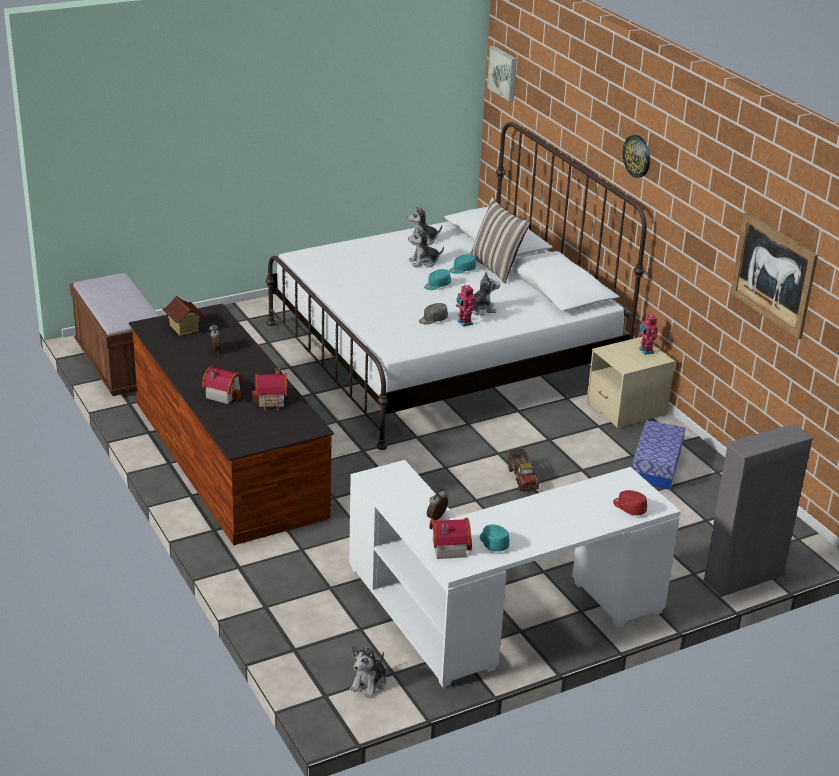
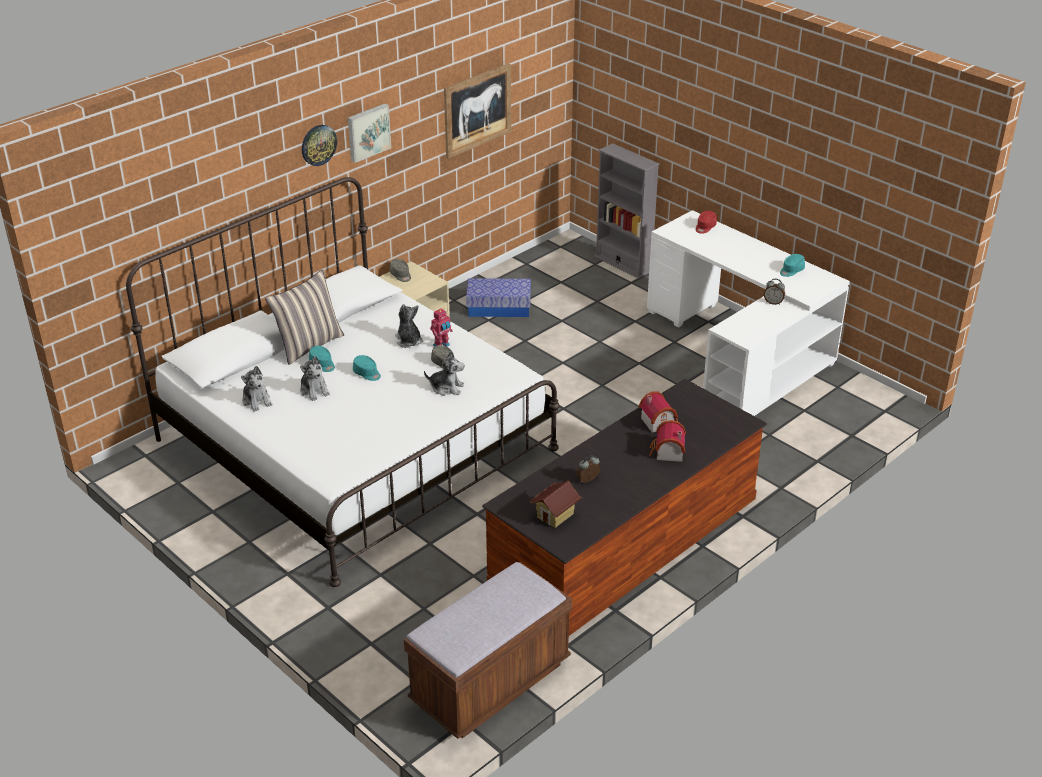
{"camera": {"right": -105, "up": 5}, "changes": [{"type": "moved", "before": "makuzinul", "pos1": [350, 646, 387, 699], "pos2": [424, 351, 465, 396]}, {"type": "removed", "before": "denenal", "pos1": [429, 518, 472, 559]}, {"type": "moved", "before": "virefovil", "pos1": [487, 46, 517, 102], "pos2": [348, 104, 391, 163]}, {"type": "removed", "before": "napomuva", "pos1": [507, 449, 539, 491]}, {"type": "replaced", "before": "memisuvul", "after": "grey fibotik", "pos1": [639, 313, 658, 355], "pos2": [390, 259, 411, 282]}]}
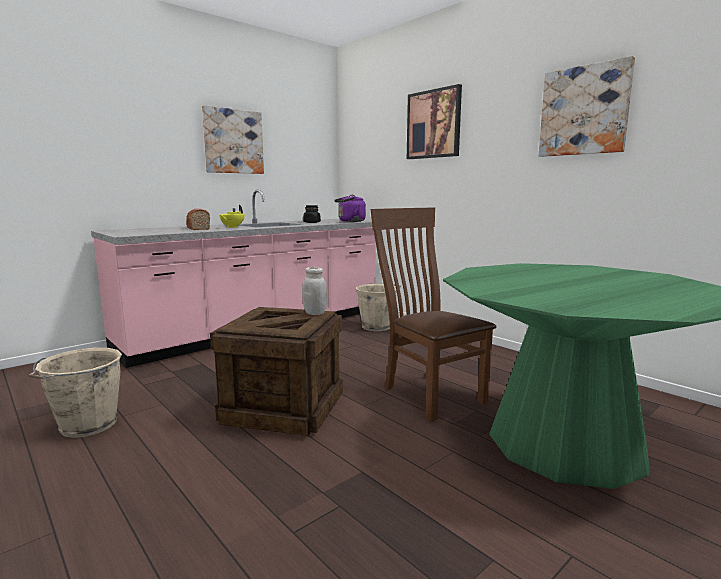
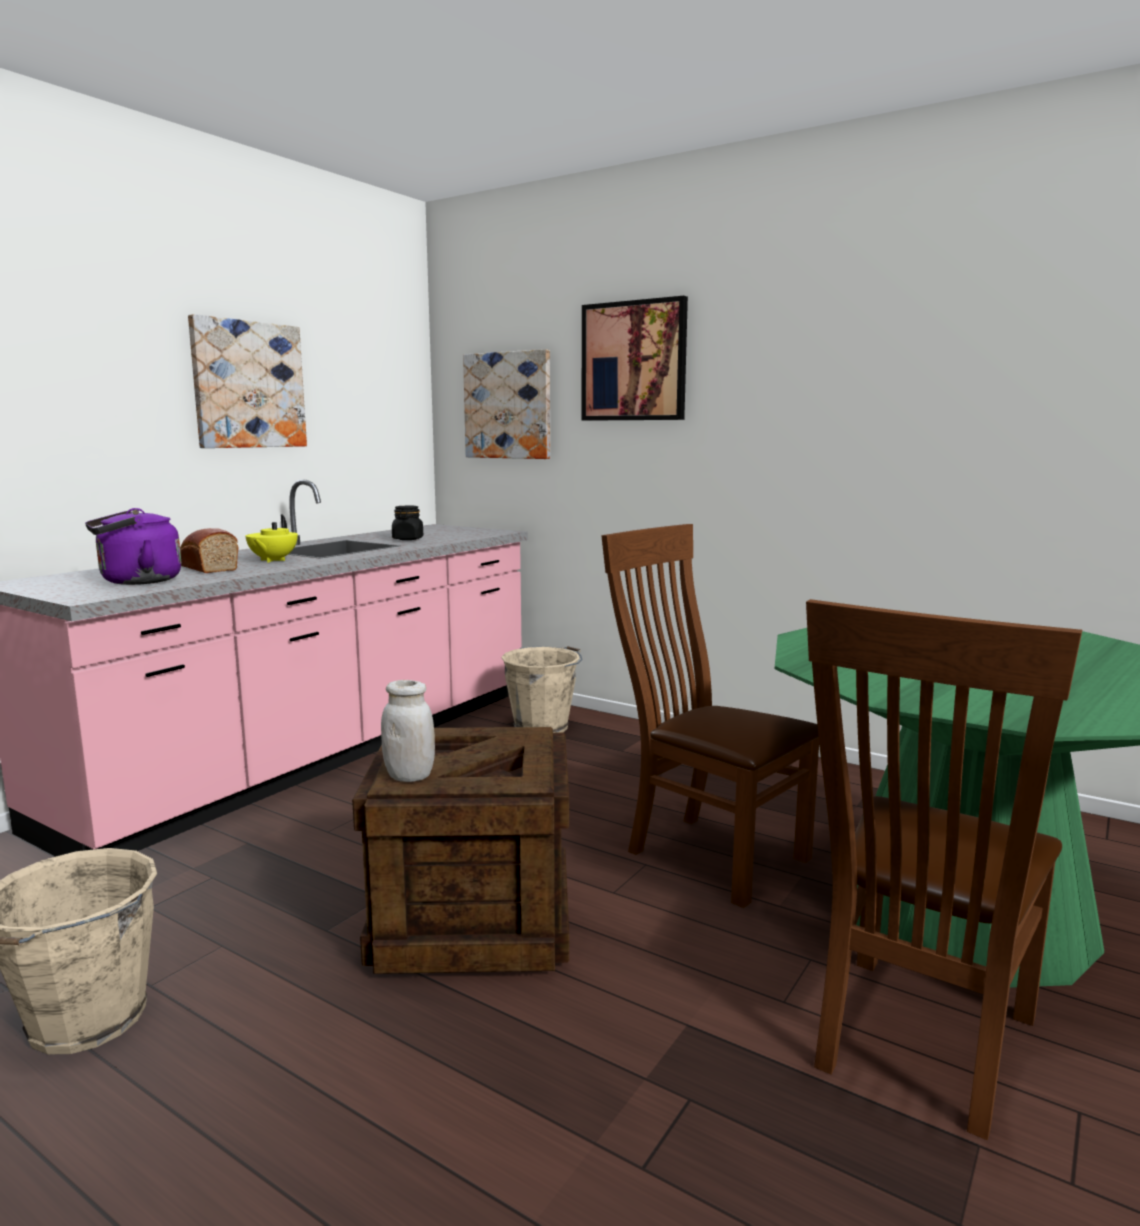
{"camera": {"right": -15, "up": 0}, "changes": [{"type": "moved", "before": "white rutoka", "pos1": [302, 267, 327, 315], "pos2": [381, 680, 435, 782]}, {"type": "moved", "before": "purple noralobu", "pos1": [335, 195, 366, 222], "pos2": [85, 508, 181, 585]}, {"type": "moved", "before": "virefovil", "pos1": [539, 56, 635, 157], "pos2": [463, 349, 550, 459]}, {"type": "added", "after": "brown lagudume", "pos2": [806, 599, 1082, 1140]}]}
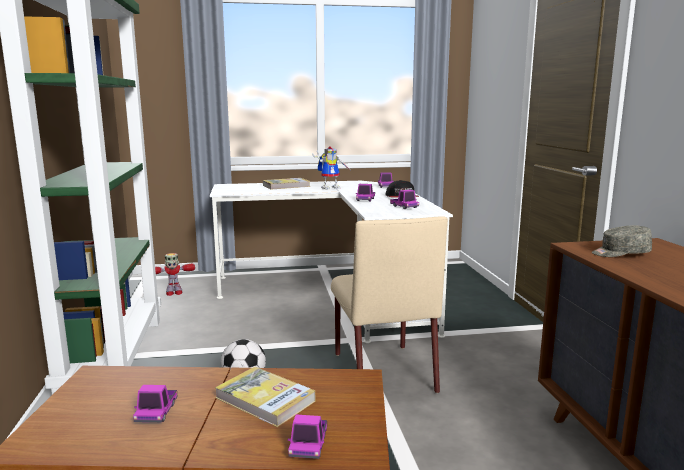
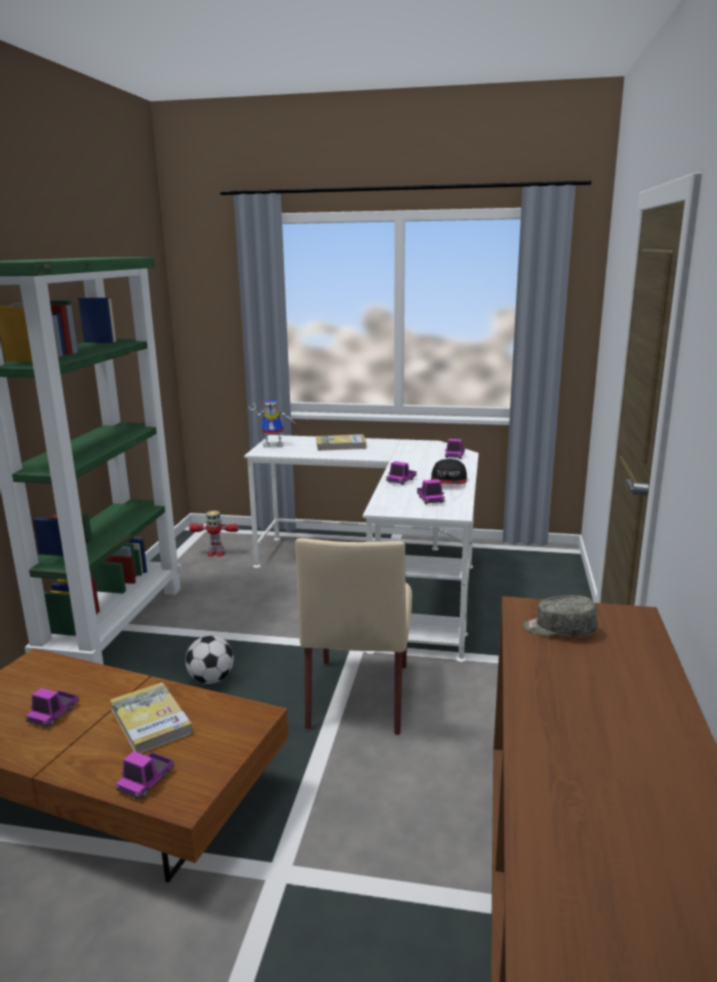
{"camera": {"right": 20, "up": 5}, "changes": [{"type": "moved", "before": "memisuvul", "pos1": [312, 146, 350, 190], "pos2": [248, 398, 298, 447]}]}
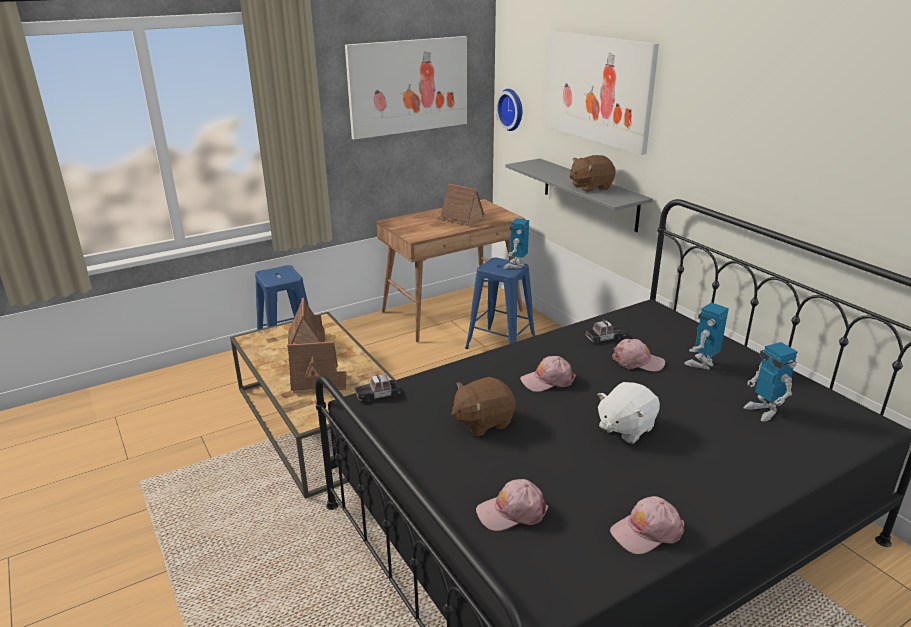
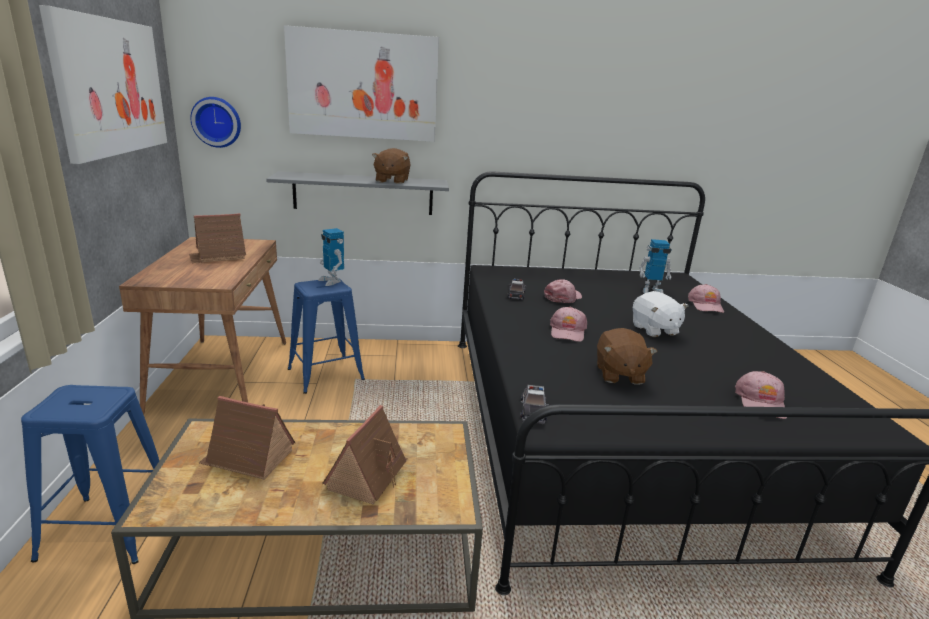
{"camera": {"right": -65, "up": -5}, "changes": [{"type": "moved", "before": "pink fibotik", "pos1": [610, 496, 684, 554], "pos2": [688, 284, 724, 313]}, {"type": "removed", "before": "memisuvul", "pos1": [684, 302, 729, 369]}]}
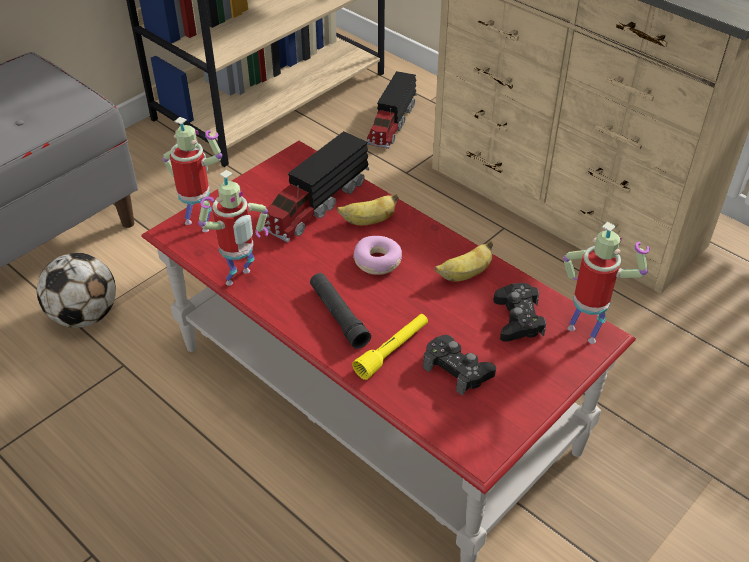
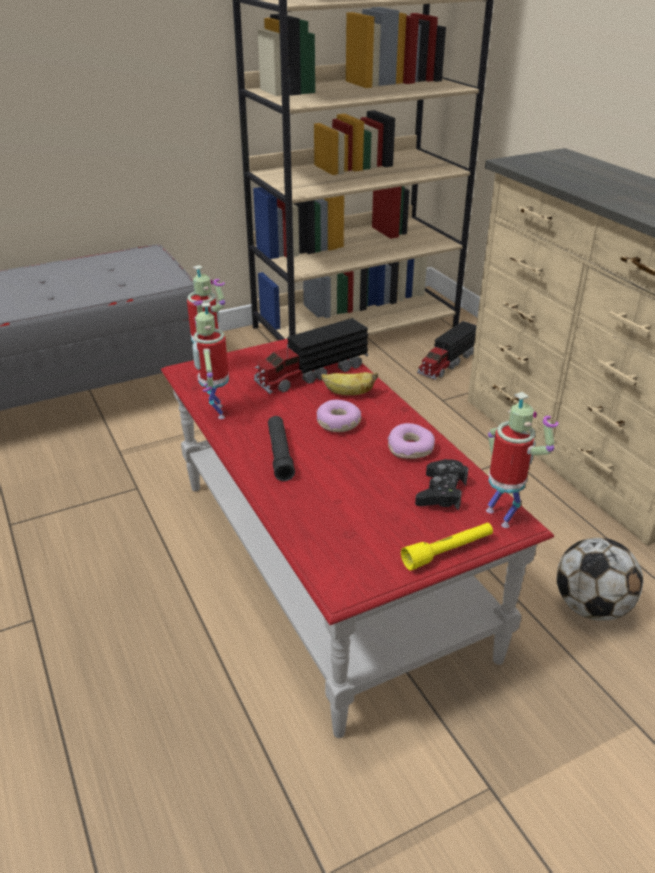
{"camera": {"right": 20, "up": -10}, "changes": [{"type": "moved", "before": "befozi", "pos1": [37, 253, 116, 328], "pos2": [557, 538, 643, 620]}, {"type": "turned", "before": "memisuvul", "pos1": [198, 170, 268, 286], "pos2": [191, 300, 229, 419], "turn": 105}, {"type": "moved", "before": "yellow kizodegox", "pos1": [352, 314, 428, 380], "pos2": [401, 523, 493, 571]}, {"type": "removed", "before": "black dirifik", "pos1": [423, 335, 496, 396]}, {"type": "replaced", "before": "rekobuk", "after": "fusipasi", "pos1": [435, 241, 493, 281], "pos2": [387, 423, 435, 459]}]}
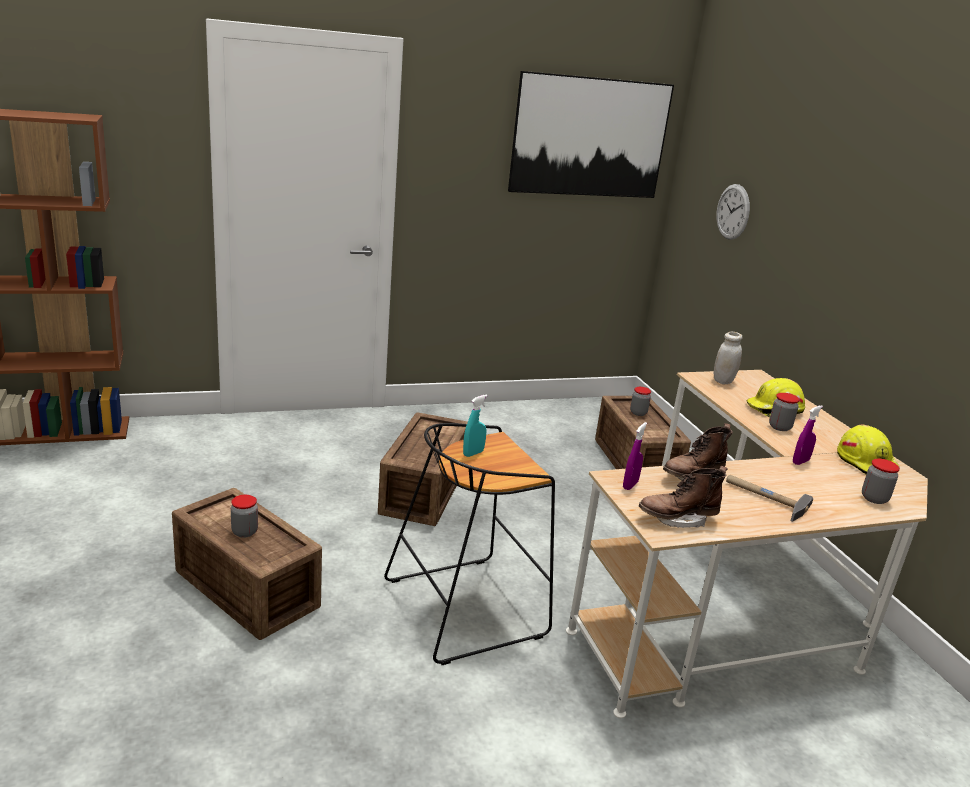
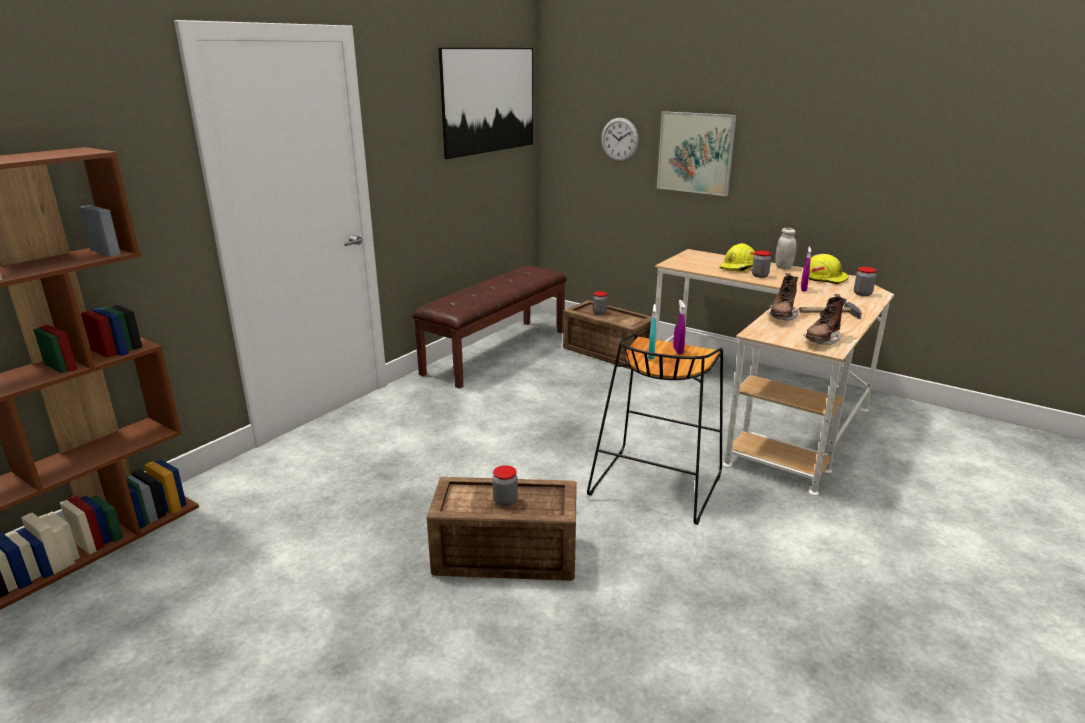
{"camera": {"right": -35, "up": 0}, "changes": [{"type": "removed", "before": "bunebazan", "pos1": [378, 412, 468, 526]}, {"type": "moved", "before": "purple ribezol", "pos1": [623, 422, 647, 490], "pos2": [673, 300, 685, 354]}, {"type": "moved", "before": "white rutoka", "pos1": [714, 332, 742, 384], "pos2": [775, 228, 797, 269]}, {"type": "added", "after": "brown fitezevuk", "pos2": [412, 266, 567, 389]}, {"type": "added", "after": "virefovil", "pos2": [657, 111, 736, 196]}]}
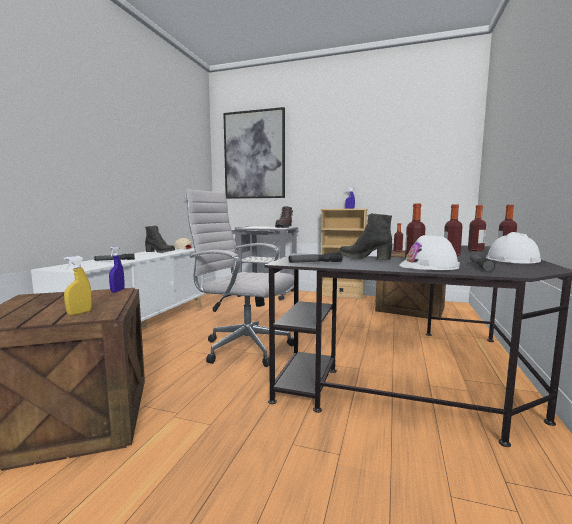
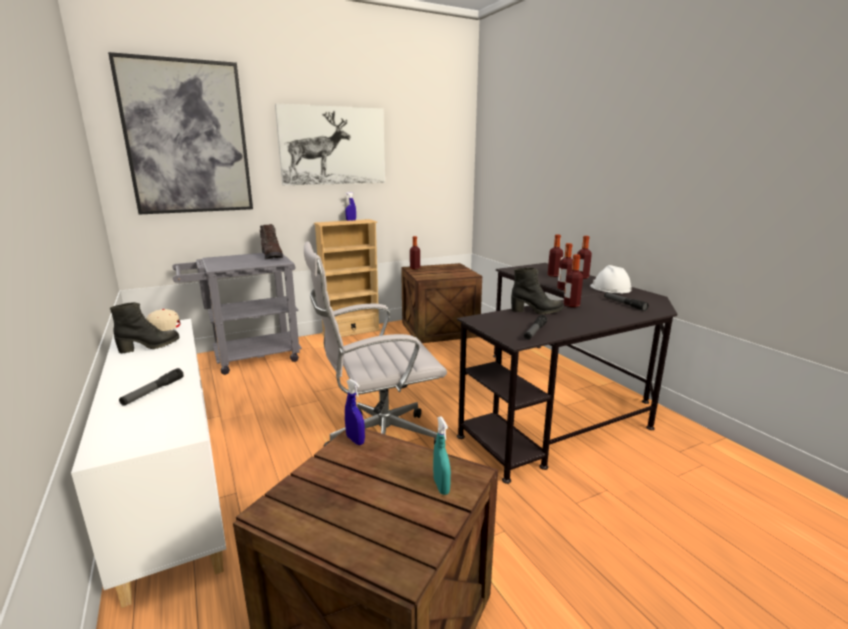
{"camera": {"right": -45, "up": 10}, "changes": [{"type": "recoloured", "before": "yellow ribezol", "after": "turquoise ribezol", "pos1": [64, 256, 92, 315], "pos2": [433, 416, 451, 495]}, {"type": "turned", "before": "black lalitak", "pos1": [339, 213, 392, 260], "pos2": [511, 268, 563, 315], "turn": -150}, {"type": "removed", "before": "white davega", "pos1": [399, 235, 460, 270]}, {"type": "added", "after": "virefovil", "pos2": [275, 104, 385, 185]}]}
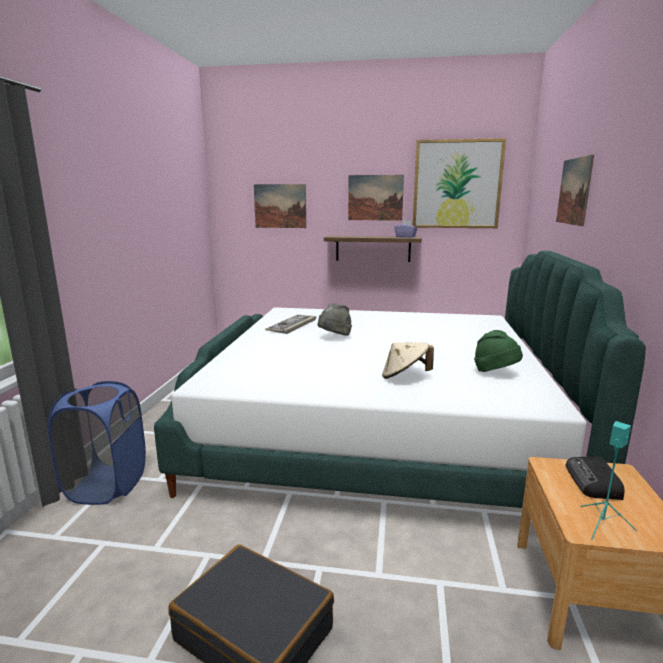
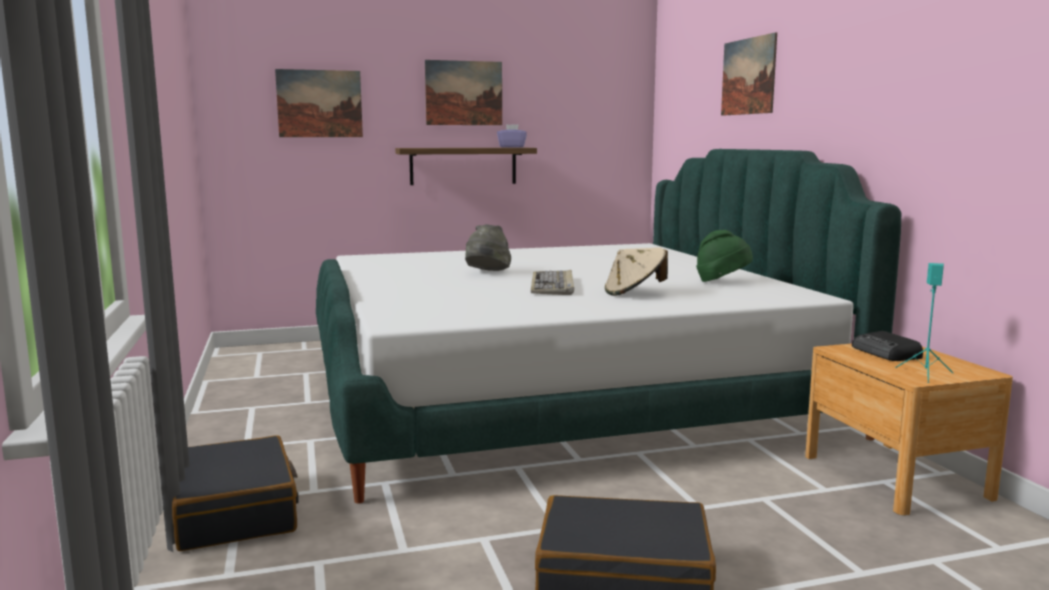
{"camera": {"right": -25, "up": -5}, "changes": [{"type": "replaced", "before": "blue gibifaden", "after": "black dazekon", "pos1": [48, 381, 146, 505], "pos2": [172, 435, 298, 551]}, {"type": "moved", "before": "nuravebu", "pos1": [265, 315, 316, 334], "pos2": [531, 270, 574, 295]}, {"type": "removed", "before": "virefovil", "pos1": [413, 138, 506, 228]}]}
